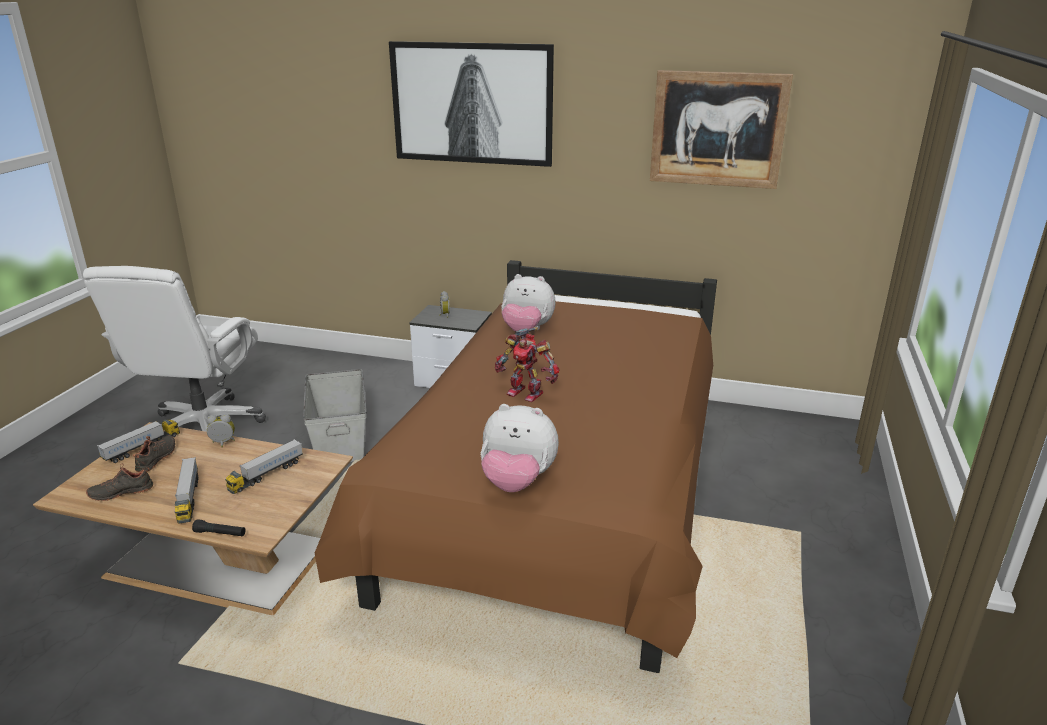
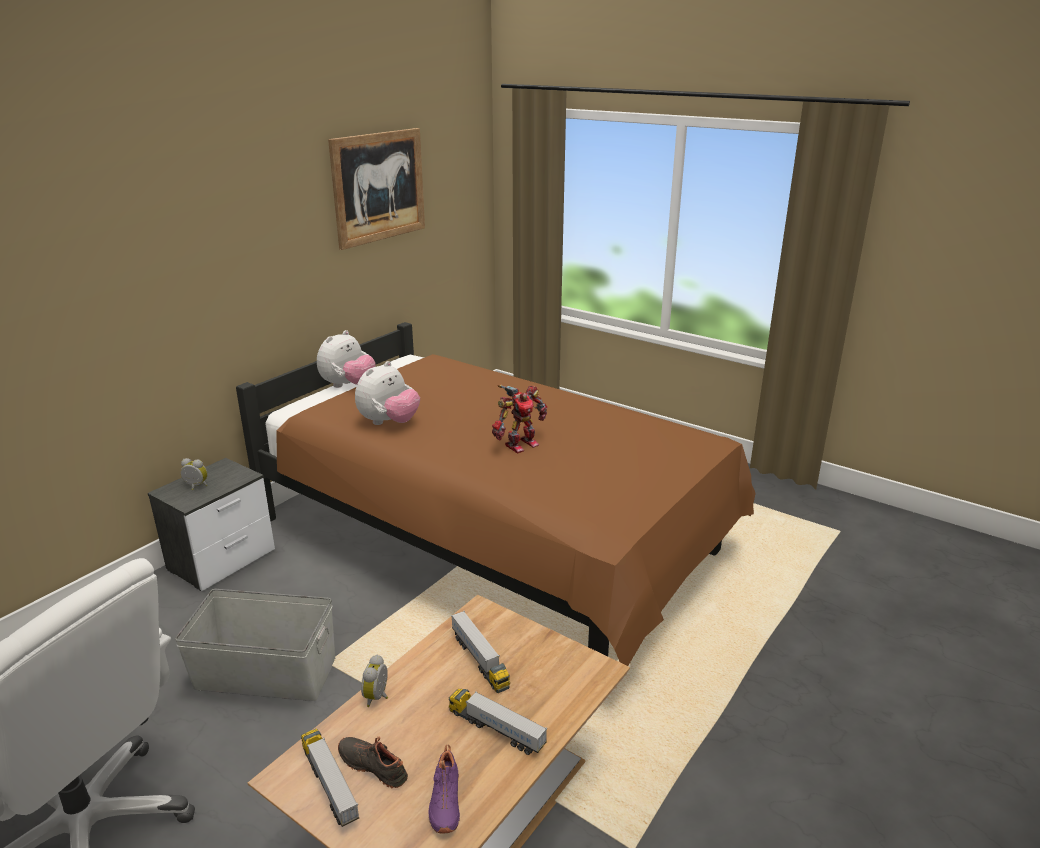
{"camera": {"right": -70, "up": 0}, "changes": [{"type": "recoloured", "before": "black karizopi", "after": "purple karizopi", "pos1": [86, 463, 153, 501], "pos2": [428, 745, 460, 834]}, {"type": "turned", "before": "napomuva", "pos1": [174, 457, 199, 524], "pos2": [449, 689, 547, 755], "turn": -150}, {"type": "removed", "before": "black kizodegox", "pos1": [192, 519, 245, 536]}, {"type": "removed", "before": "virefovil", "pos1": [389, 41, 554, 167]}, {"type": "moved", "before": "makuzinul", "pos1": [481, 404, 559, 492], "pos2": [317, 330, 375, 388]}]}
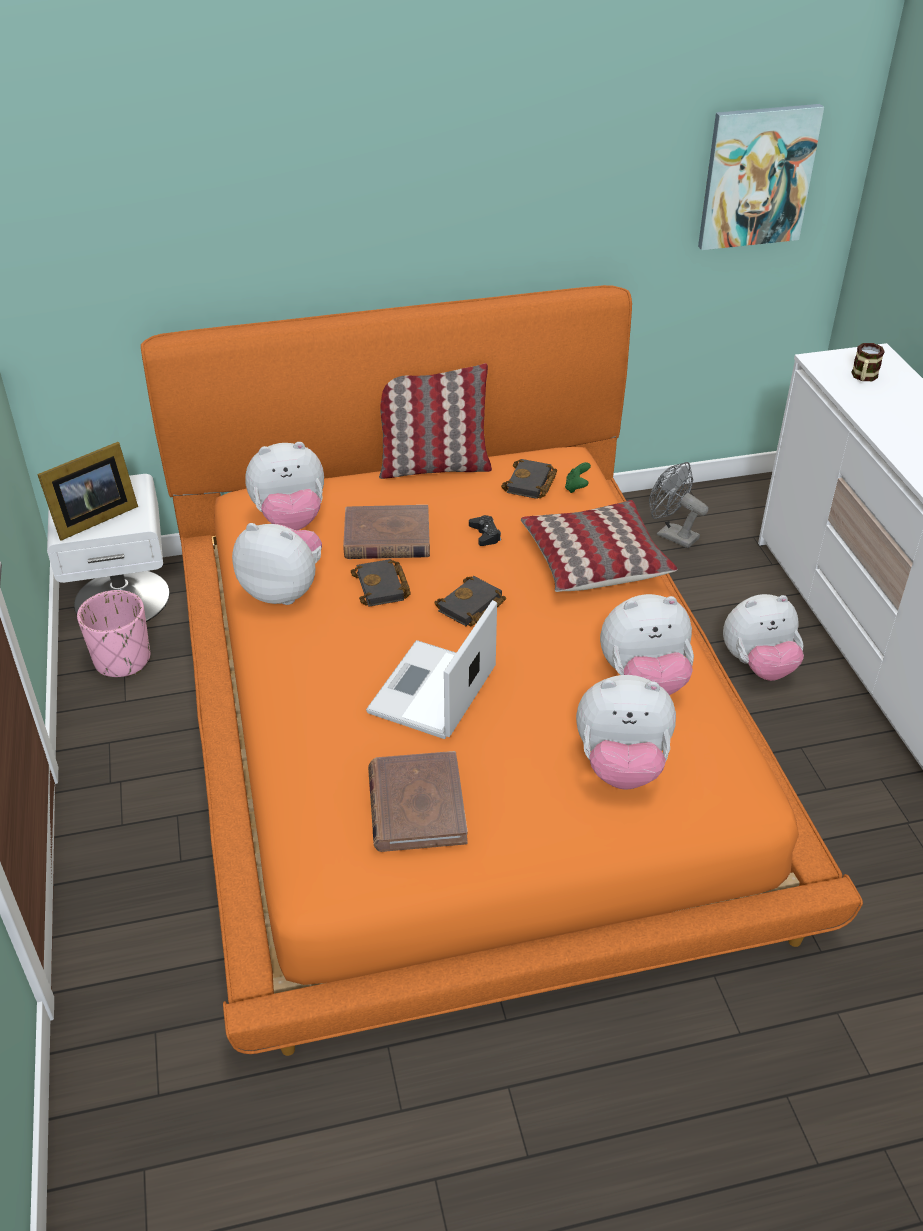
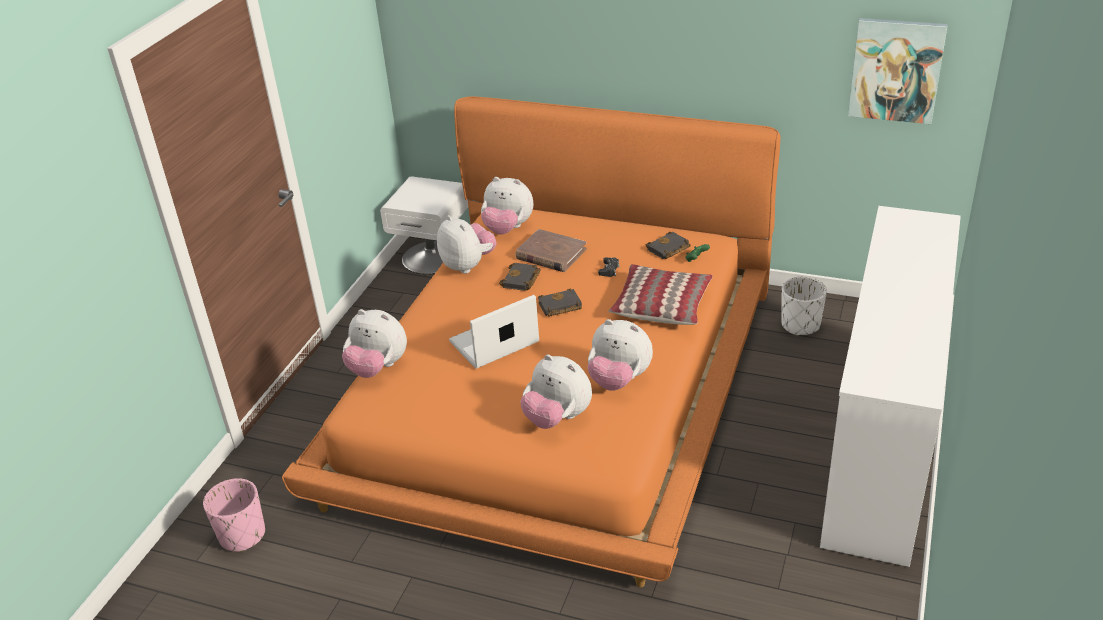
{"camera": {"right": 35, "up": -5}, "changes": [{"type": "removed", "before": "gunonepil", "pos1": [37, 442, 138, 541]}, {"type": "moved", "before": "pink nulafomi", "pos1": [77, 590, 150, 677], "pos2": [203, 478, 265, 552]}, {"type": "removed", "before": "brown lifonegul", "pos1": [368, 751, 468, 852]}, {"type": "removed", "before": "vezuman", "pos1": [379, 363, 492, 479]}, {"type": "replaced", "before": "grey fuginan", "after": "white nulafomi", "pos1": [649, 462, 709, 548], "pos2": [781, 276, 827, 336]}, {"type": "moved", "before": "makuzinul", "pos1": [723, 594, 804, 681], "pos2": [342, 309, 407, 378]}, {"type": "removed", "before": "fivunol", "pos1": [851, 343, 885, 381]}]}
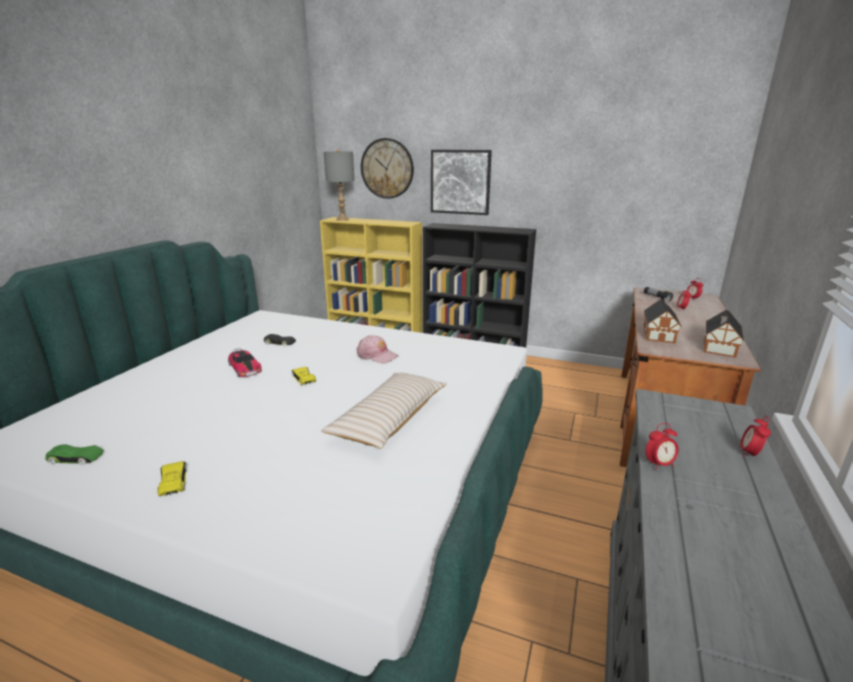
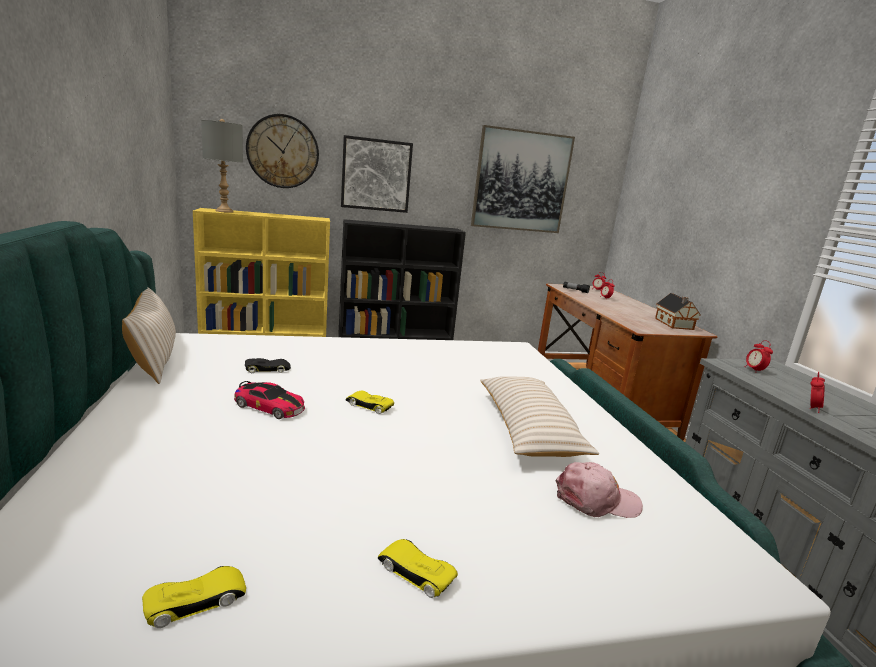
{"camera": {"right": -35, "up": -5}, "changes": [{"type": "recoloured", "before": "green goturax", "after": "yellow goturax", "pos1": [45, 445, 104, 465], "pos2": [142, 566, 246, 628]}, {"type": "moved", "before": "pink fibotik", "pos1": [357, 335, 399, 364], "pos2": [555, 462, 643, 518]}, {"type": "removed", "before": "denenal", "pos1": [643, 298, 682, 344]}, {"type": "moved", "before": "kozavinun", "pos1": [740, 416, 771, 457], "pos2": [745, 340, 773, 373]}, {"type": "added", "after": "beige vezuman", "pos2": [122, 287, 176, 384]}, {"type": "added", "after": "virefovil", "pos2": [471, 125, 575, 233]}]}
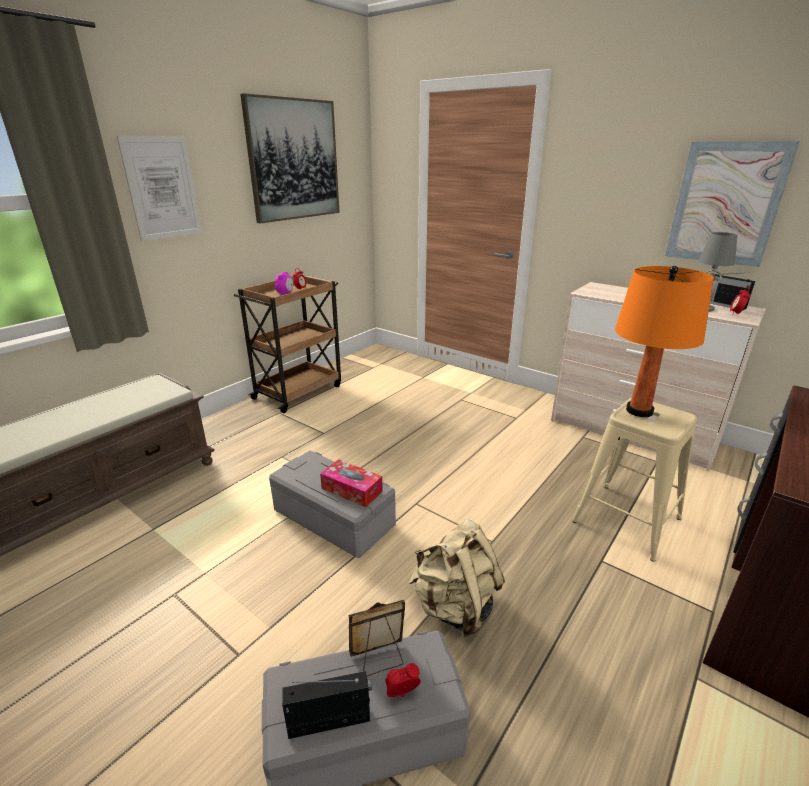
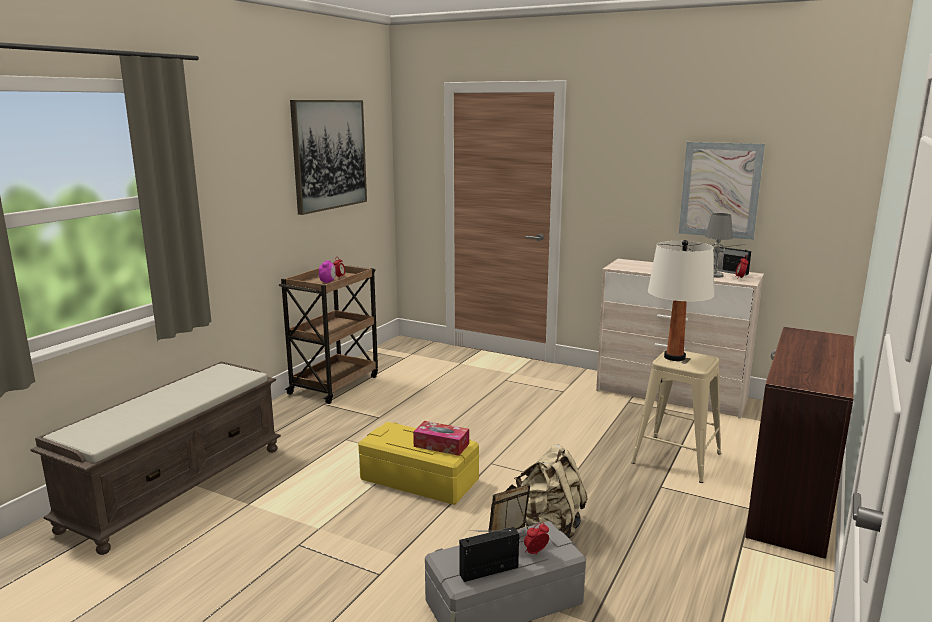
{"camera": {"right": -10, "up": -10}, "changes": [{"type": "removed", "before": "virefovil", "pos1": [117, 136, 202, 241]}, {"type": "recoloured", "before": "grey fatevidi", "after": "yellow fatevidi", "pos1": [269, 450, 396, 558], "pos2": [358, 422, 479, 505]}, {"type": "recoloured", "before": "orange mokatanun", "after": "white mokatanun", "pos1": [615, 266, 714, 417], "pos2": [648, 240, 714, 361]}]}
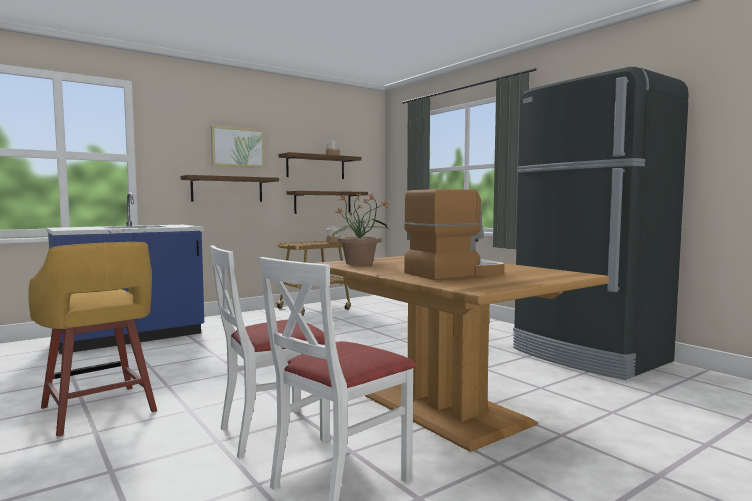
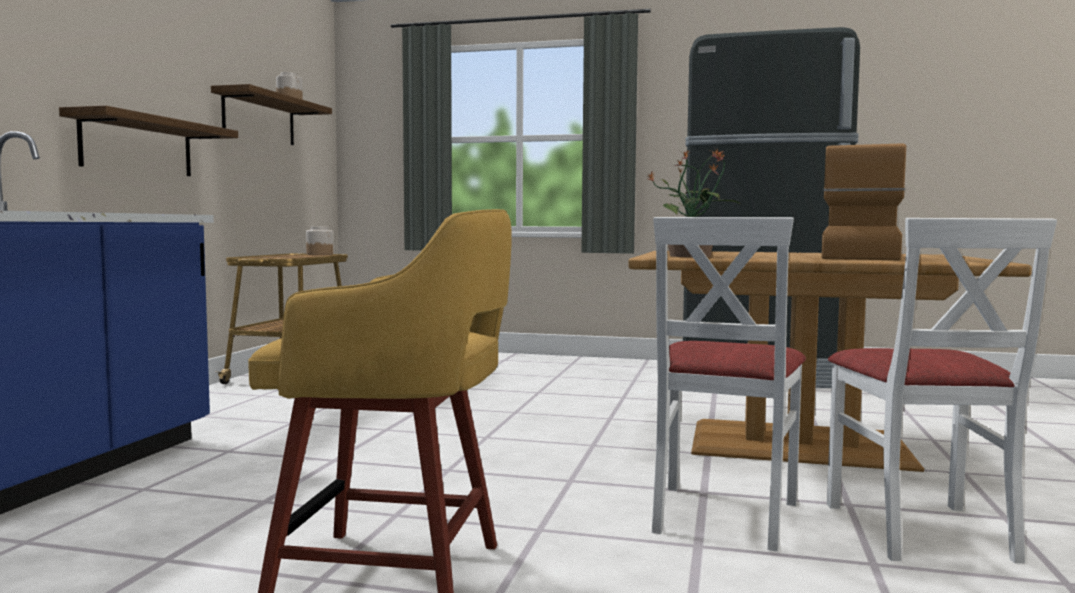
{"camera": {"right": -40, "up": 0}, "changes": [{"type": "removed", "before": "virefovil", "pos1": [211, 125, 265, 168]}, {"type": "removed", "before": "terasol", "pos1": [287, 191, 368, 214]}]}
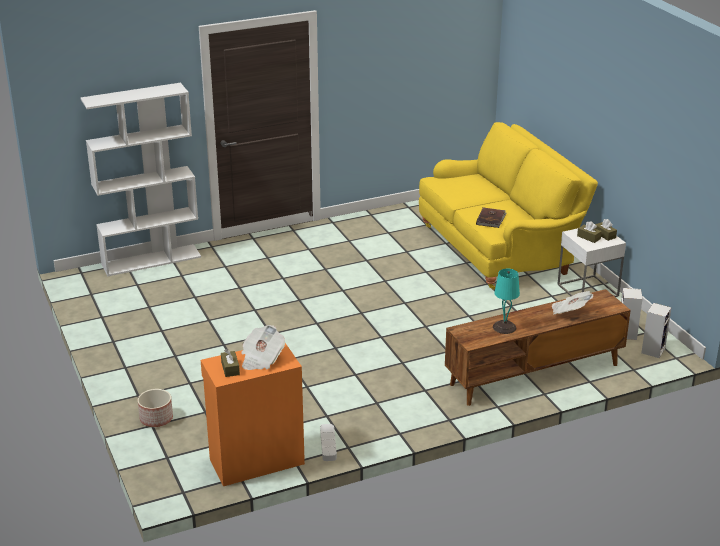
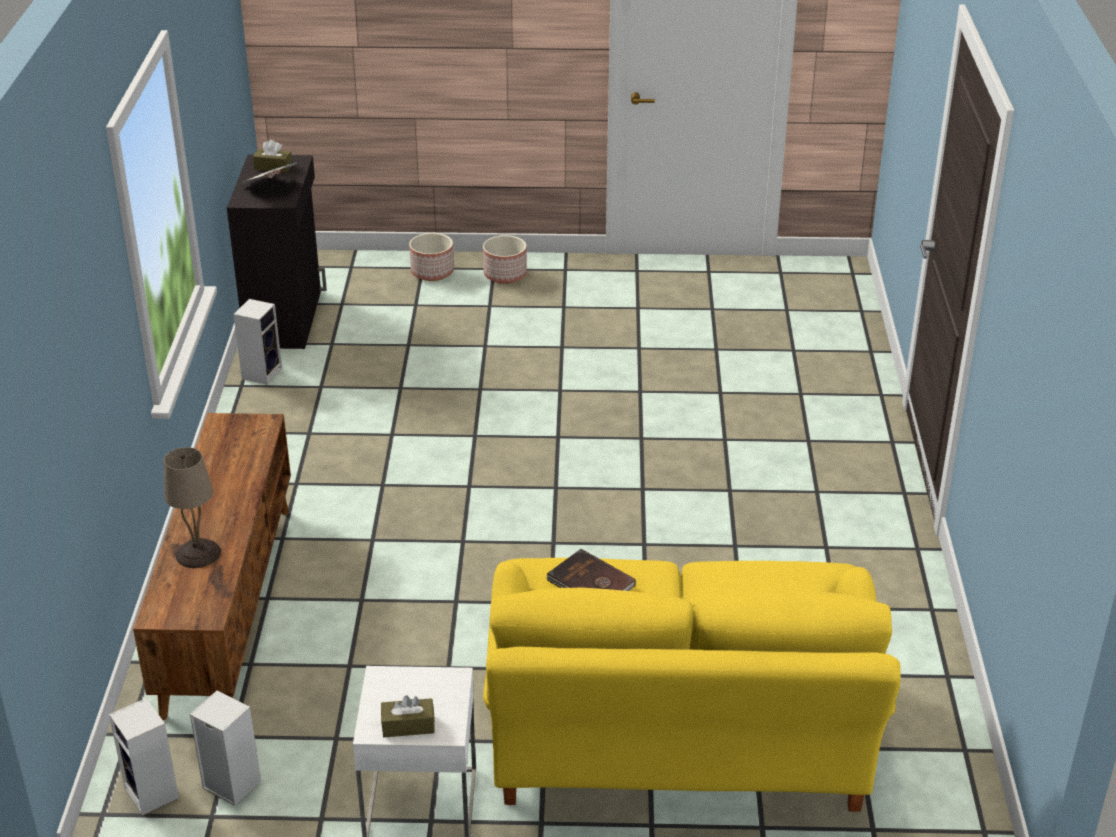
{"camera": {"right": 115, "up": 5}, "changes": [{"type": "removed", "before": "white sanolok", "pos1": [80, 83, 201, 277]}, {"type": "recoloured", "before": "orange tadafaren", "after": "black tadafaren", "pos1": [201, 343, 305, 486], "pos2": [227, 155, 327, 349]}, {"type": "replaced", "before": "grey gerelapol", "after": "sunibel", "pos1": [320, 424, 337, 461], "pos2": [233, 299, 282, 385]}, {"type": "removed", "before": "turquoise mokatanun", "pos1": [493, 268, 520, 334]}, {"type": "replaced", "before": "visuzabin", "after": "beige mokatanun", "pos1": [552, 291, 593, 314], "pos2": [164, 447, 221, 568]}, {"type": "removed", "before": "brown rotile", "pos1": [577, 221, 602, 243]}, {"type": "added", "after": "nulafomi", "pos2": [483, 235, 527, 284]}]}
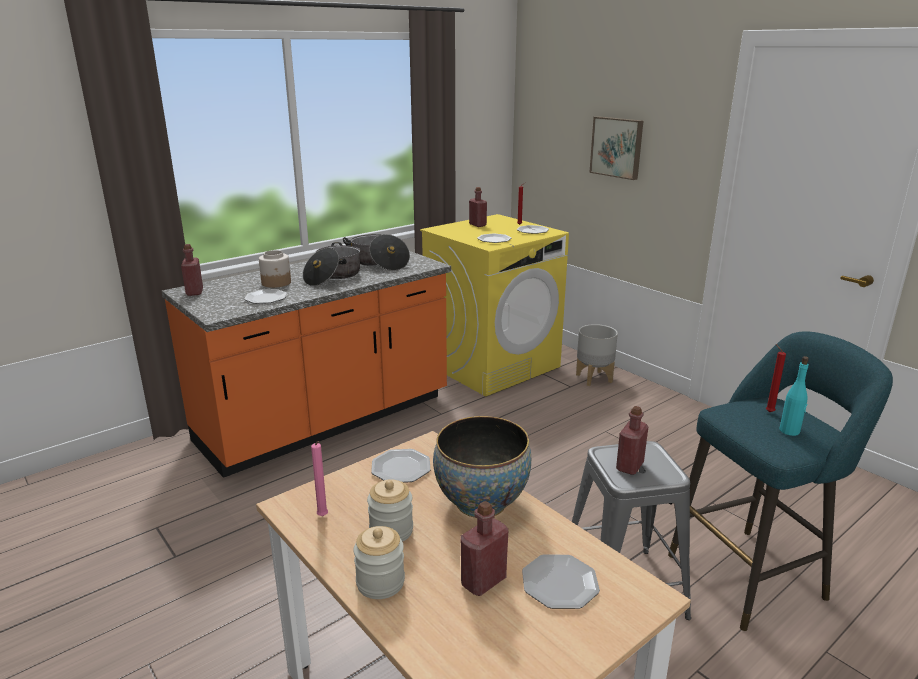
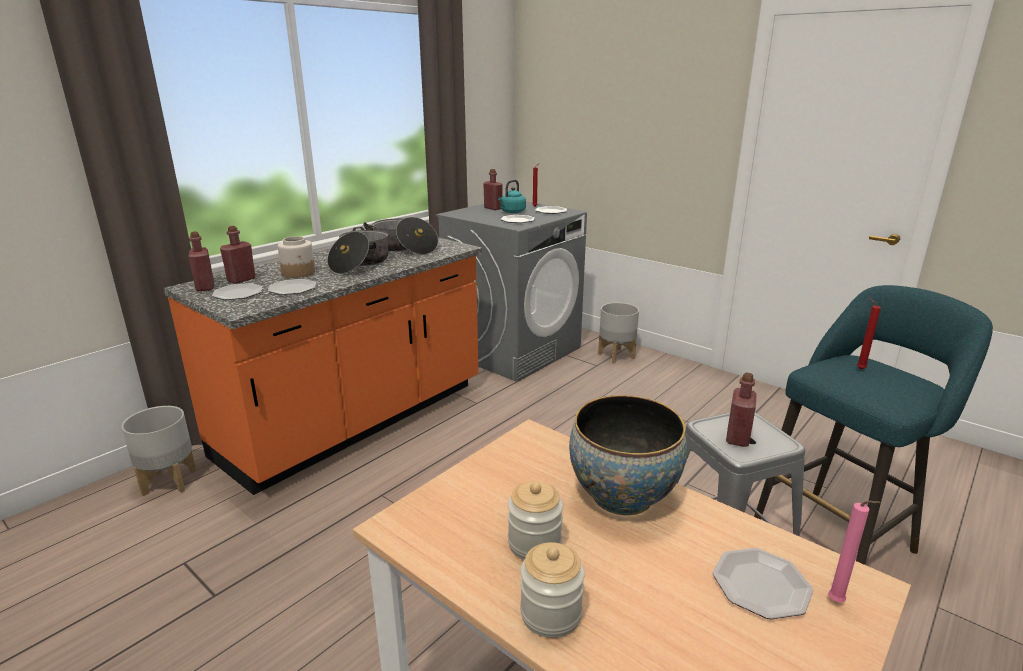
{"camera": {"right": -10, "up": 0}, "changes": [{"type": "moved", "before": "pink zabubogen", "pos1": [311, 441, 328, 516], "pos2": [828, 501, 881, 602]}, {"type": "moved", "before": "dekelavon", "pos1": [371, 449, 431, 483], "pos2": [212, 283, 263, 300]}, {"type": "recoloured", "before": "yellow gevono", "after": "grey gevono", "pos1": [420, 214, 569, 396], "pos2": [436, 202, 587, 382]}, {"type": "moved", "before": "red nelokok", "pos1": [460, 501, 508, 596], "pos2": [220, 226, 256, 284]}, {"type": "removed", "before": "virefovil", "pos1": [589, 116, 643, 180]}, {"type": "removed", "before": "turquoise nelokok", "pos1": [780, 356, 809, 436]}, {"type": "added", "after": "grey nulafomi", "pos2": [121, 406, 196, 496]}, {"type": "added", "after": "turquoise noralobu", "pos2": [498, 180, 526, 213]}]}
